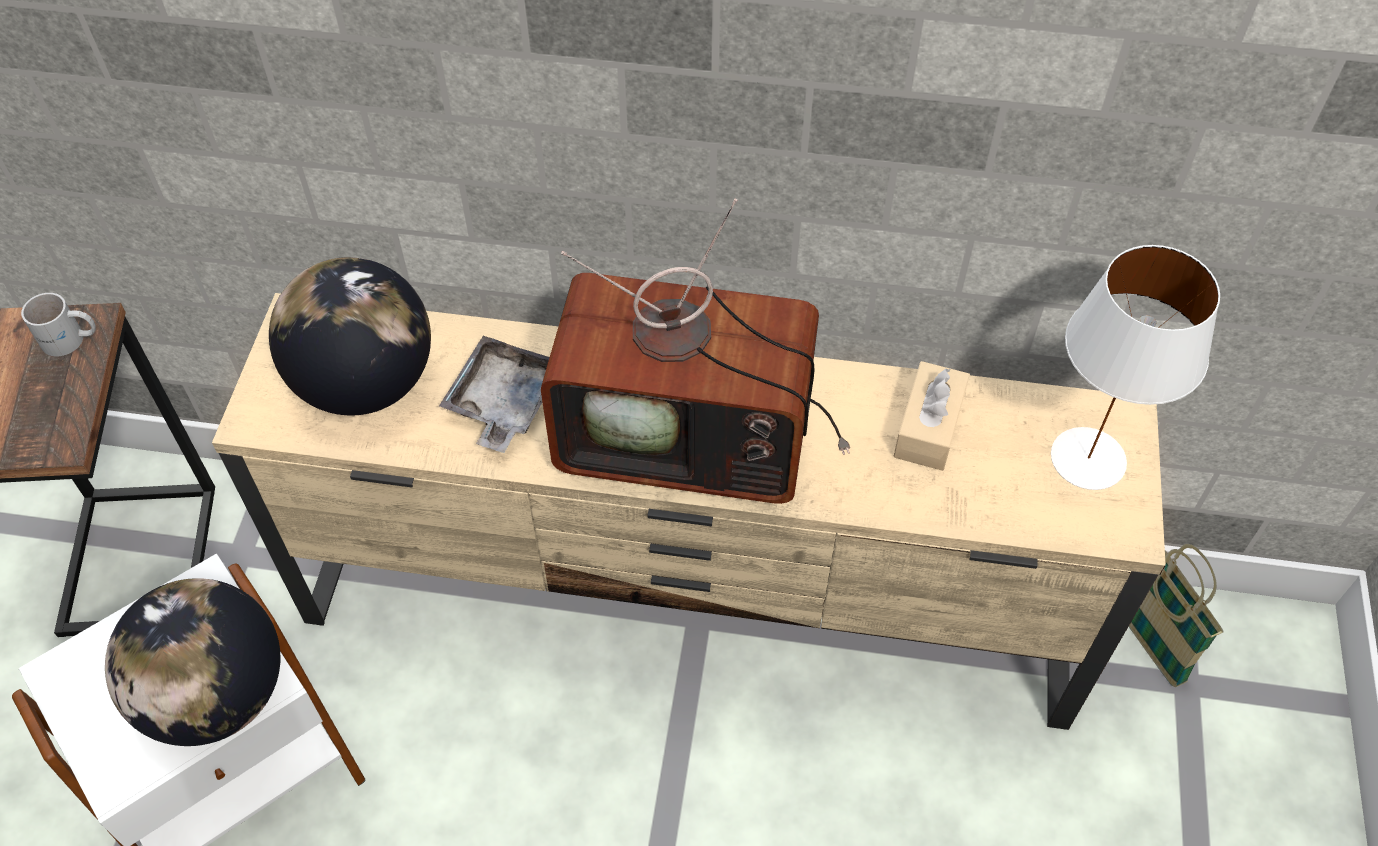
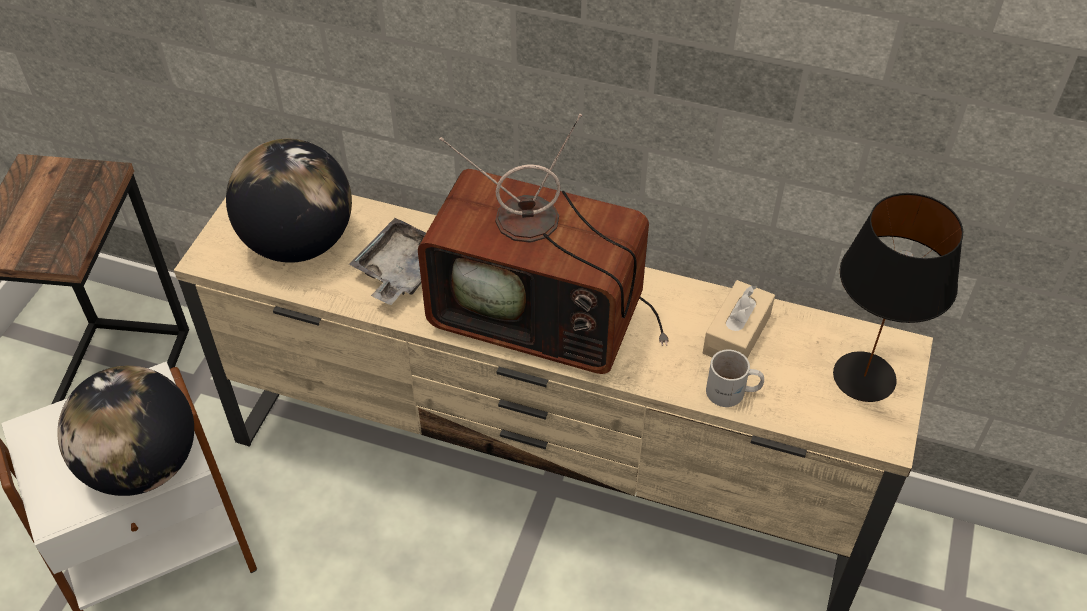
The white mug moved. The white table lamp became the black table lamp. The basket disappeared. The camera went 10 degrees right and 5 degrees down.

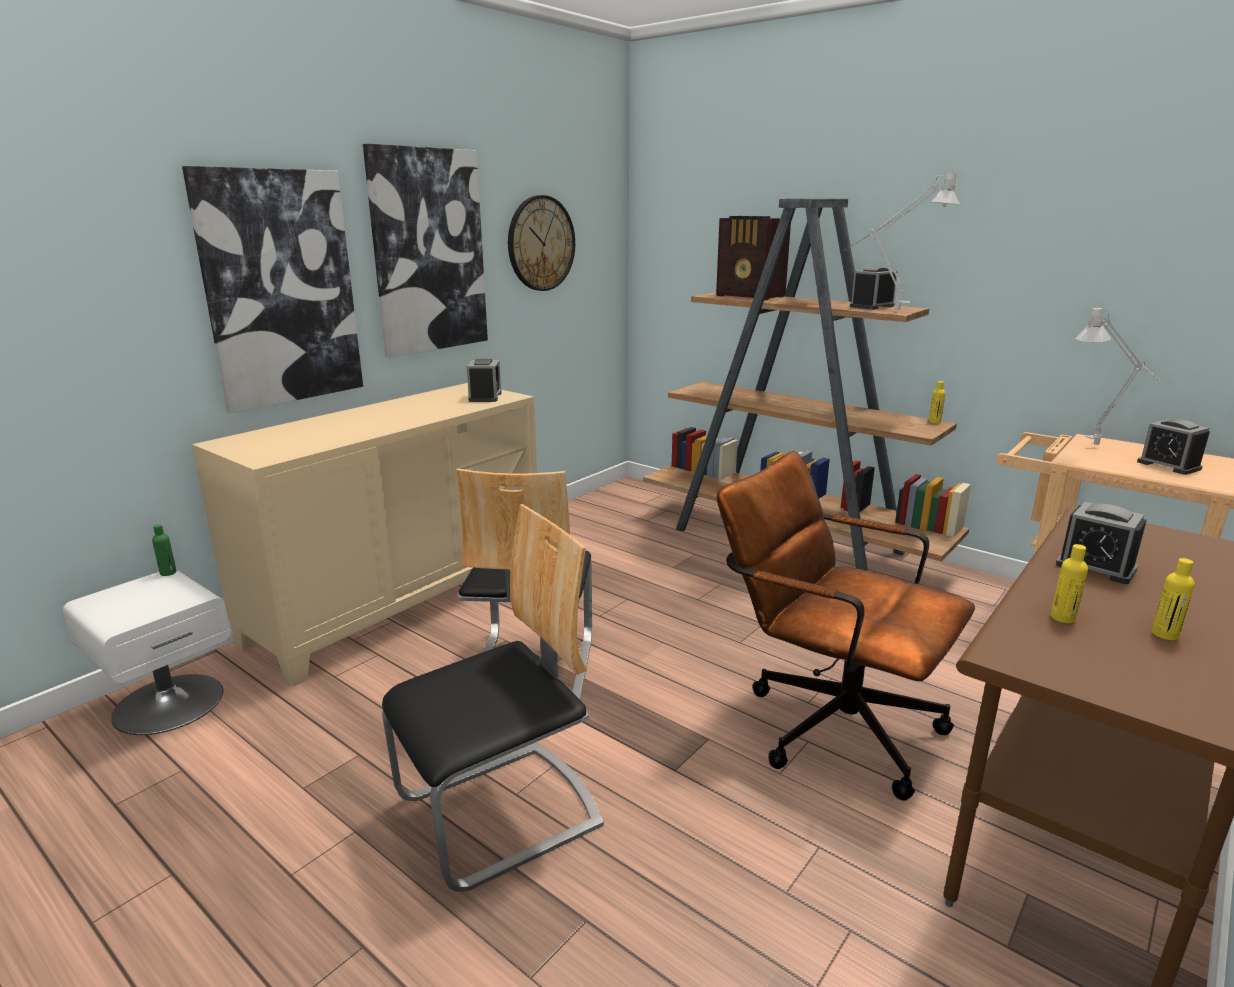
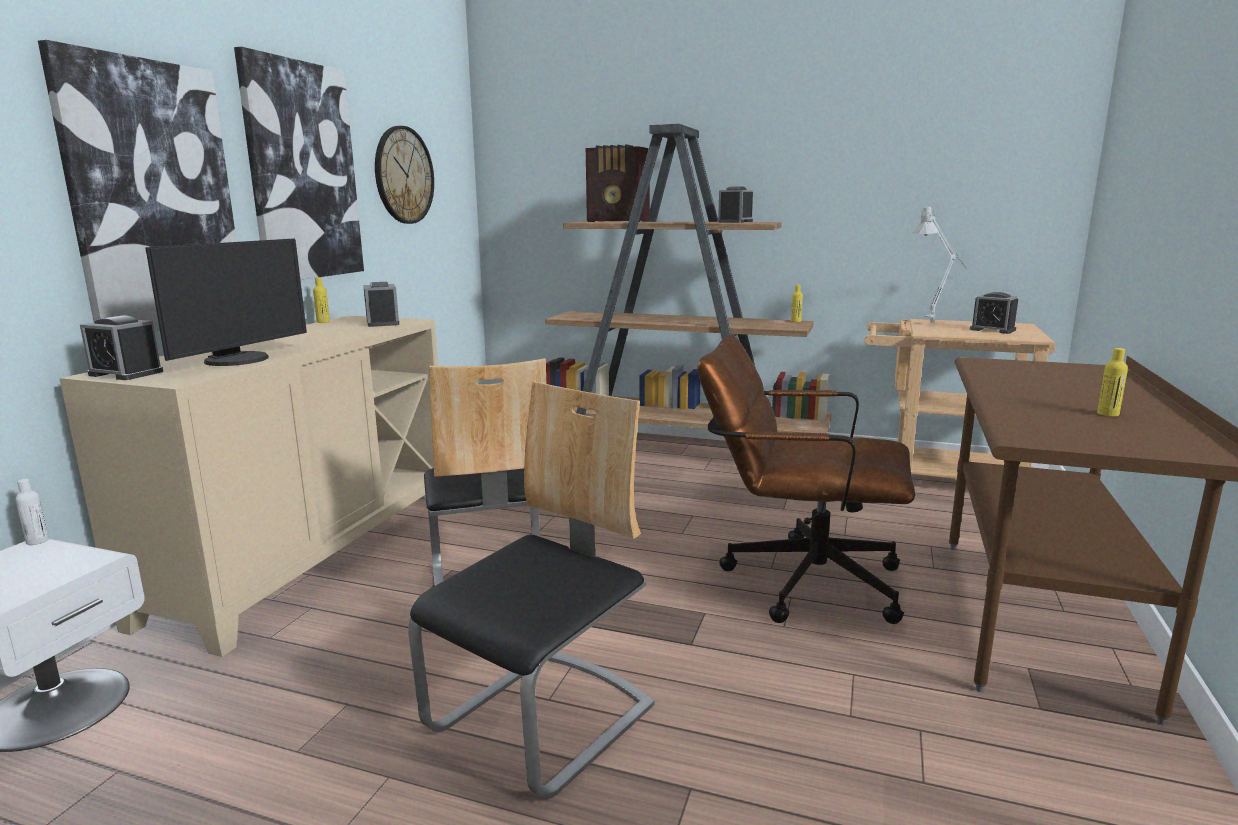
The green bottle became the white bottle. The alarm clock (3rd from left in the first image) moved. The monitor appeared. The yellow bottle (2nd from left in the first image) moved. The grey table lamp (1st from left) disappeared. The camera went 20 degrees left and 5 degrees down.

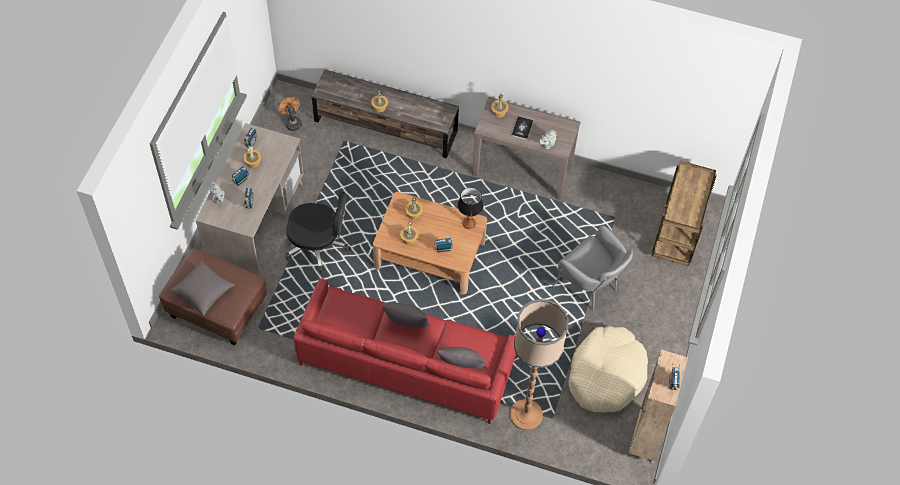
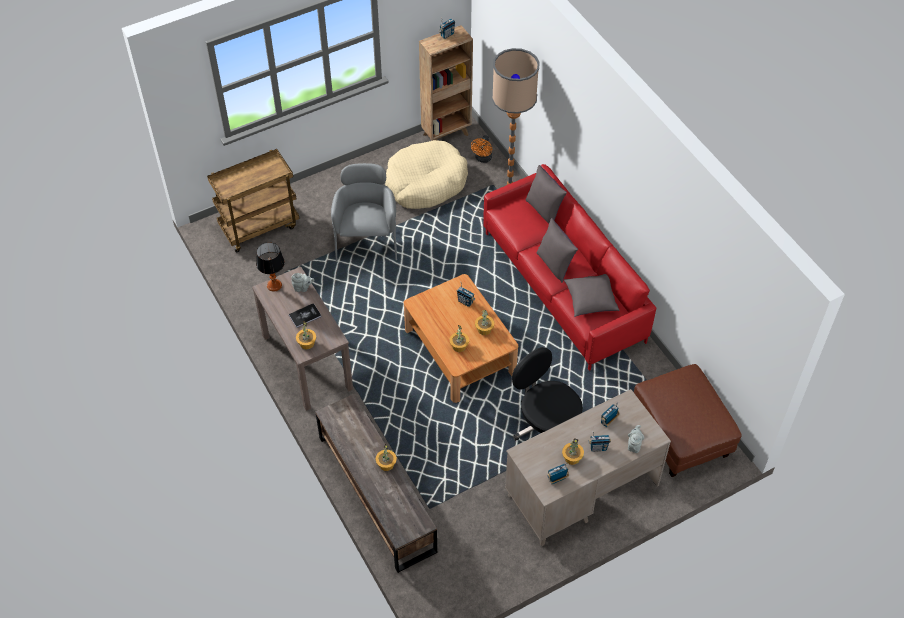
The table lamp moved. The orange fan moved. The grey pillow (1st from left in the first image) moved. The camera went 135 degrees left and 5 degrees down.

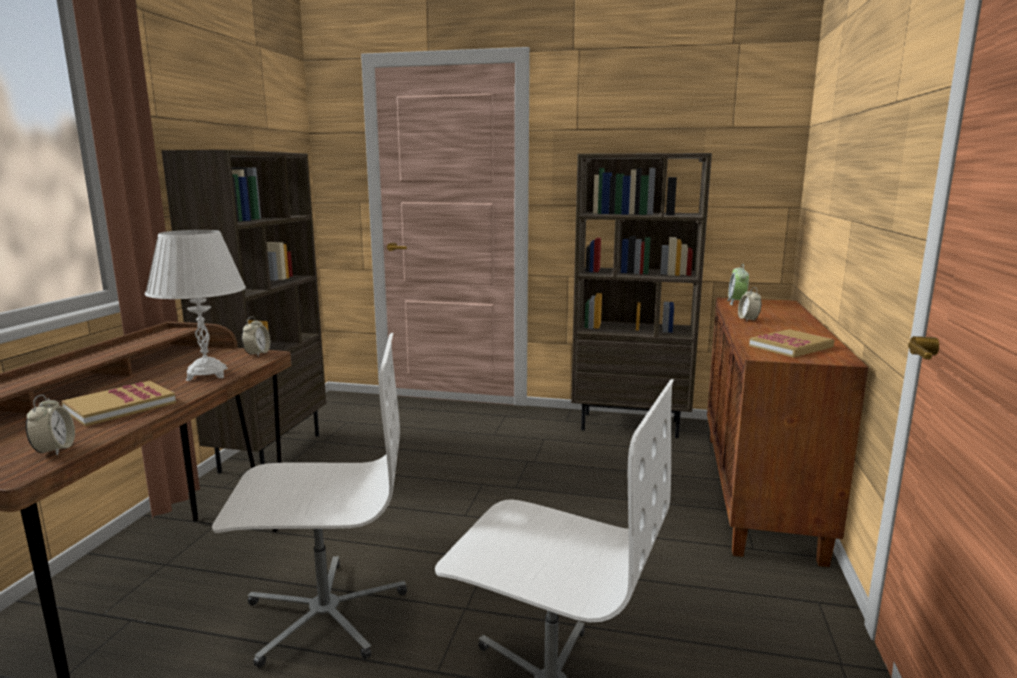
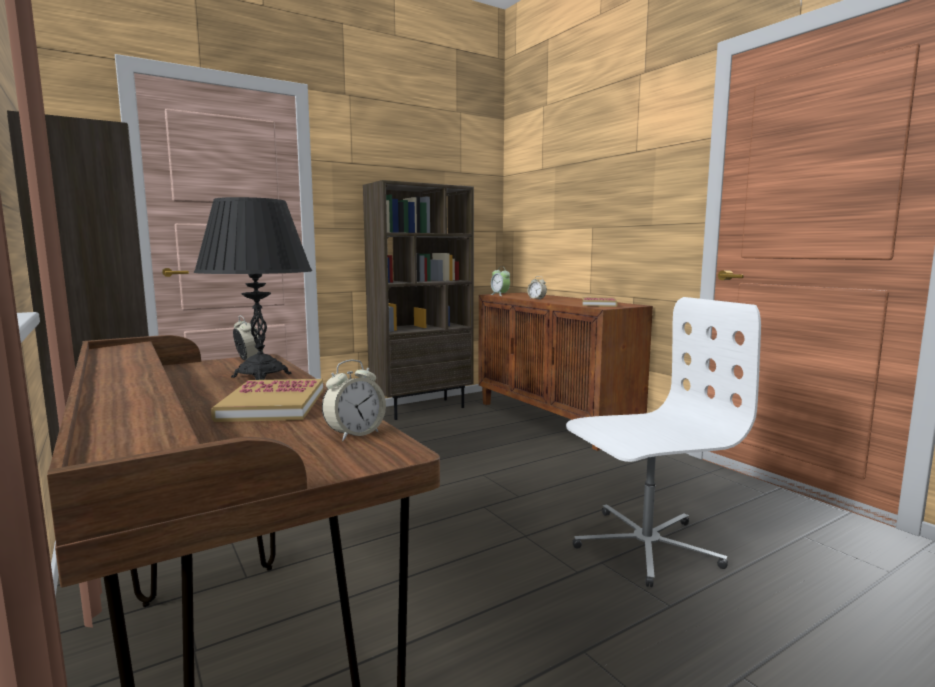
The white table lamp became the black table lamp. The alarm clock (1st from left in the first image) turned 105 degrees clockwise. The white office chair (1st from left) disappeared. The camera went 45 degrees left and 5 degrees down.

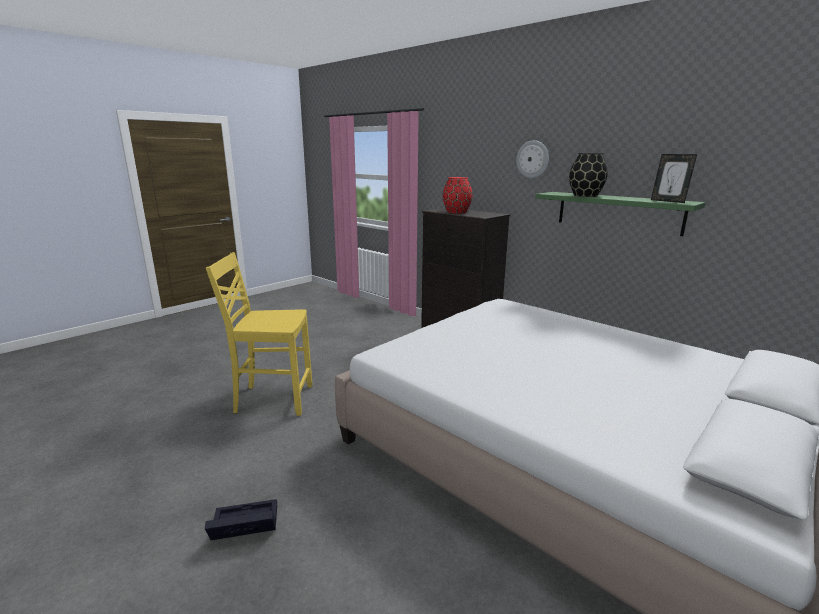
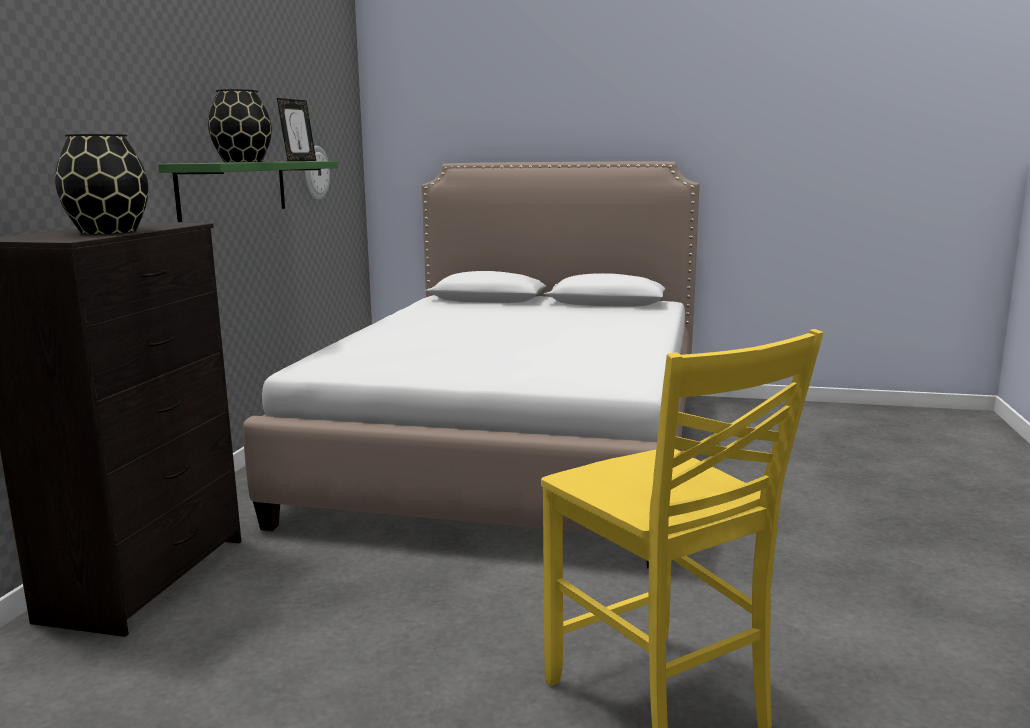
The red vase became the black vase (1st from left). The wall clock moved. The black storage box disappeared. The camera went 120 degrees left and 5 degrees down.

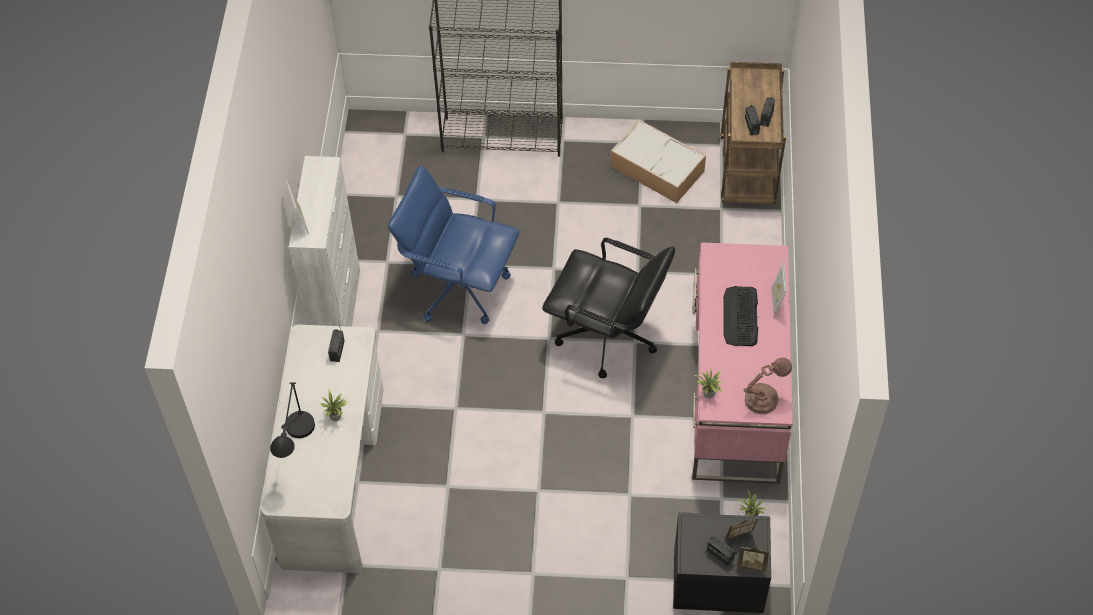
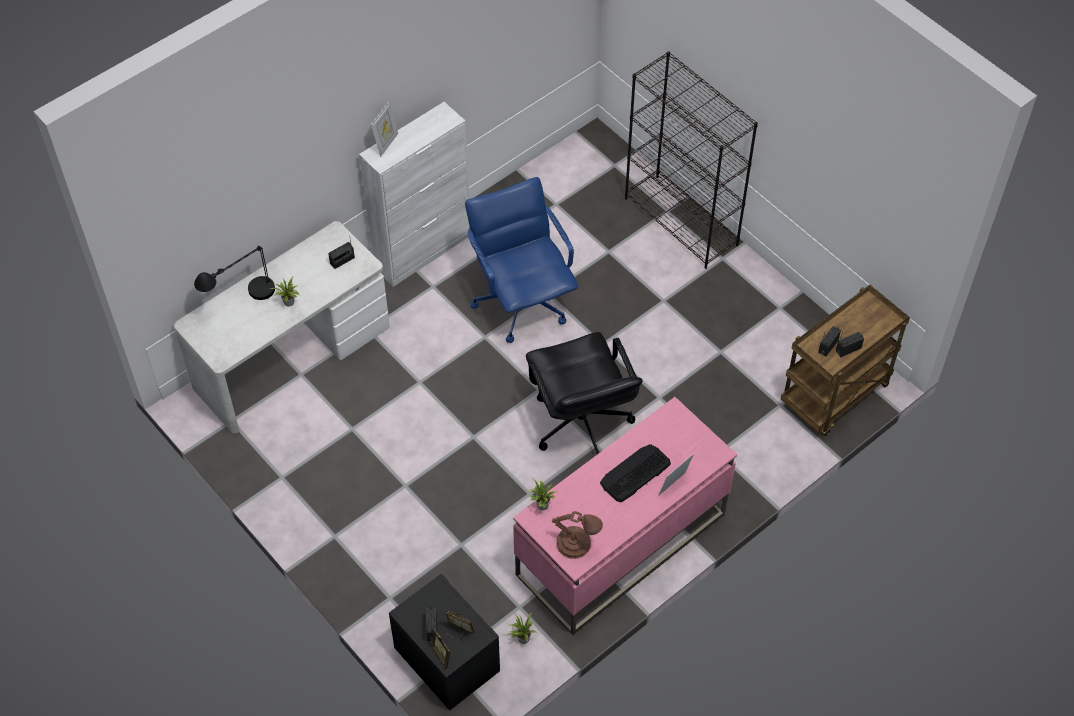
The storage box disappeared. The camera went 45 degrees right and 0 degrees up.

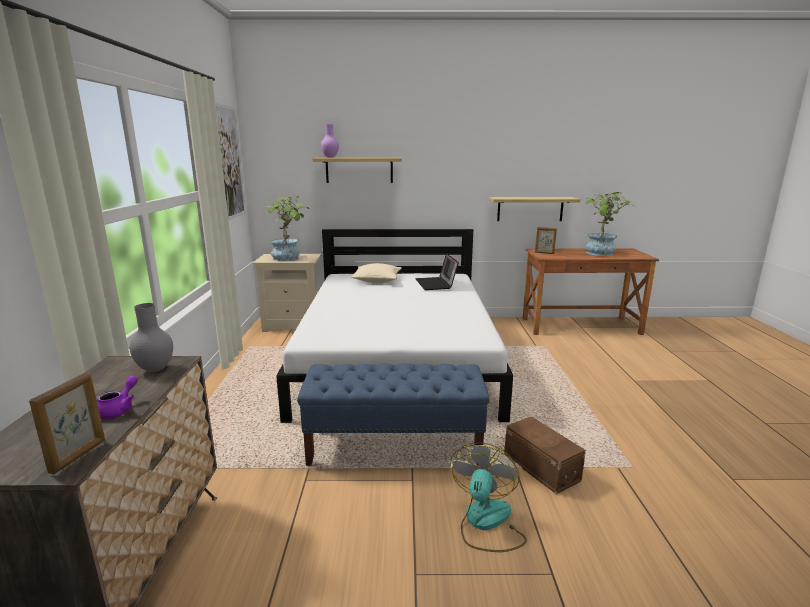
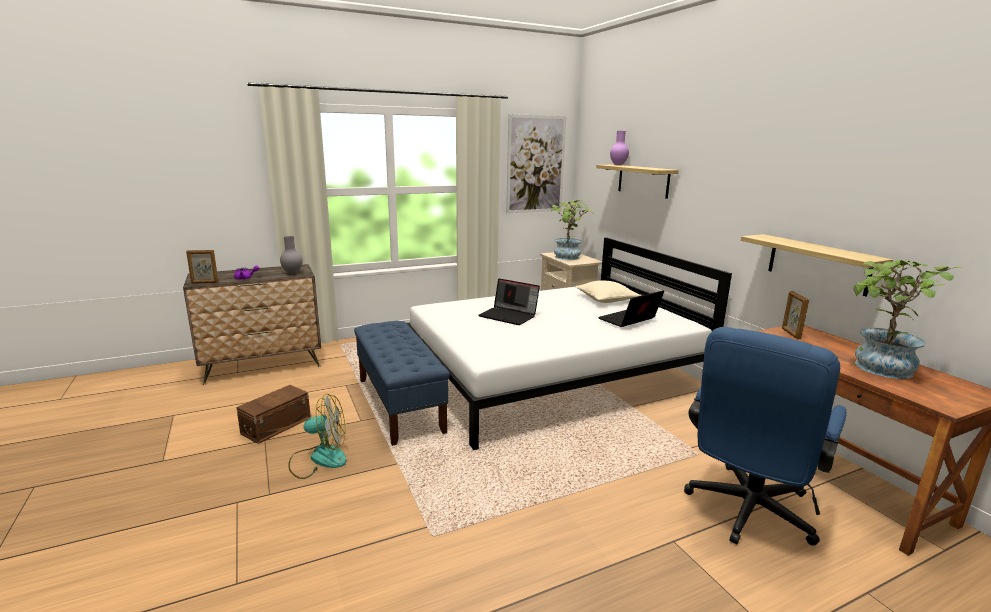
The brown storage box moved. The laptop (1st from left) appeared. The blue office chair appeared. The camera went 65 degrees right and 0 degrees up.

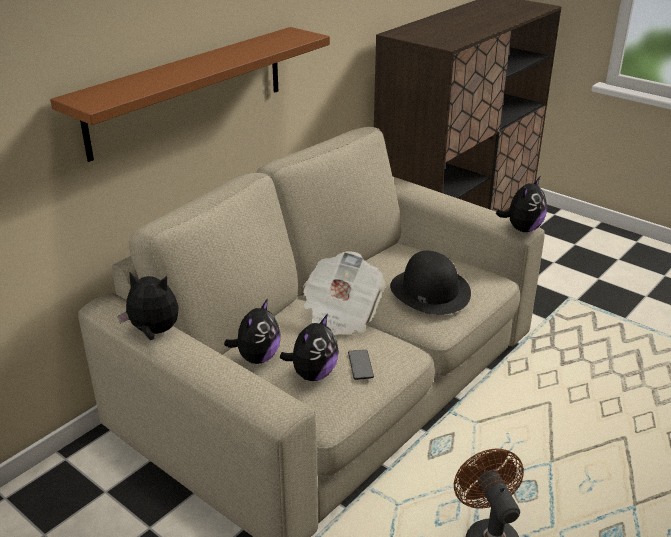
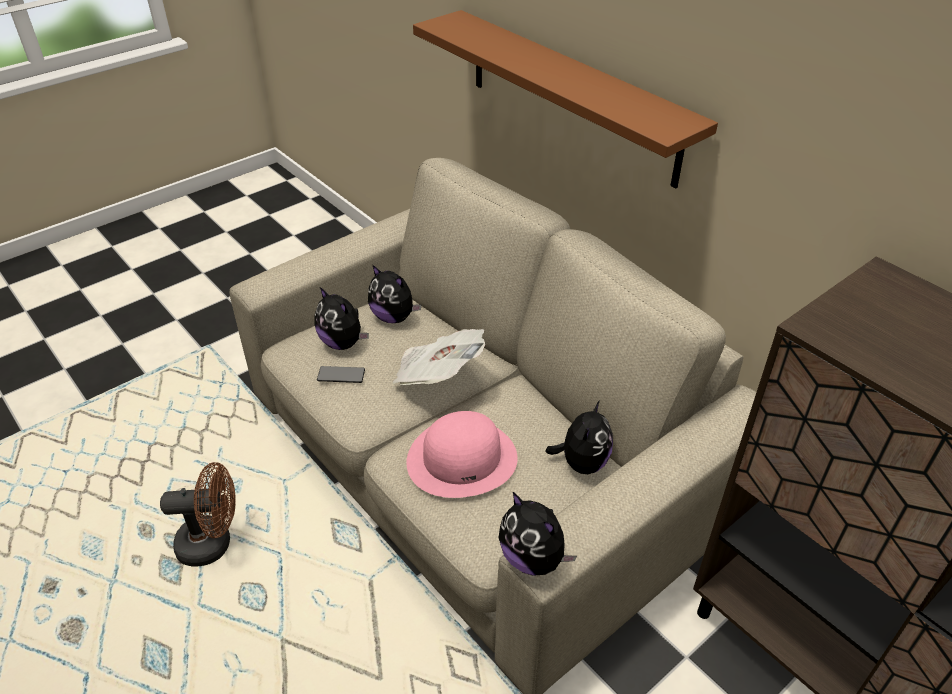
The black hat became the pink hat. The plush toy (1st from left in the first image) moved. The camera went 100 degrees right and 10 degrees up.

